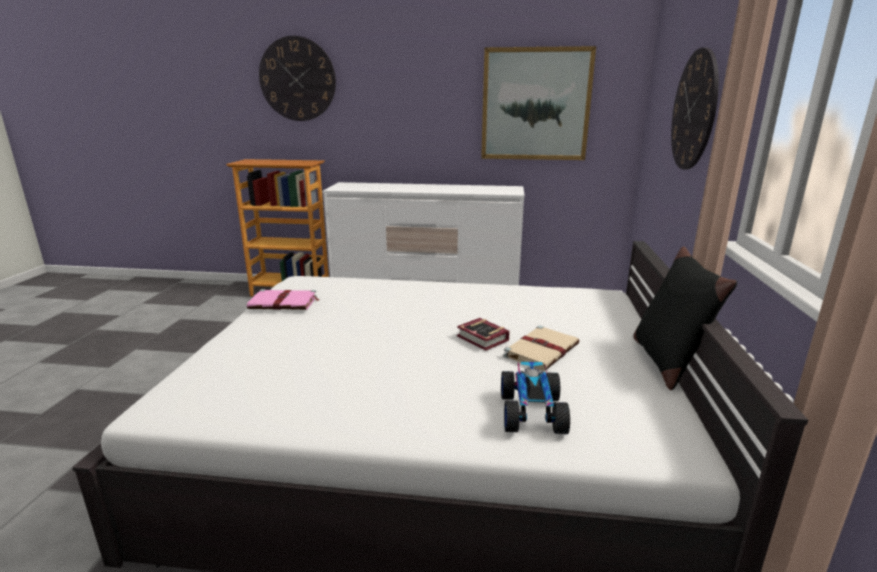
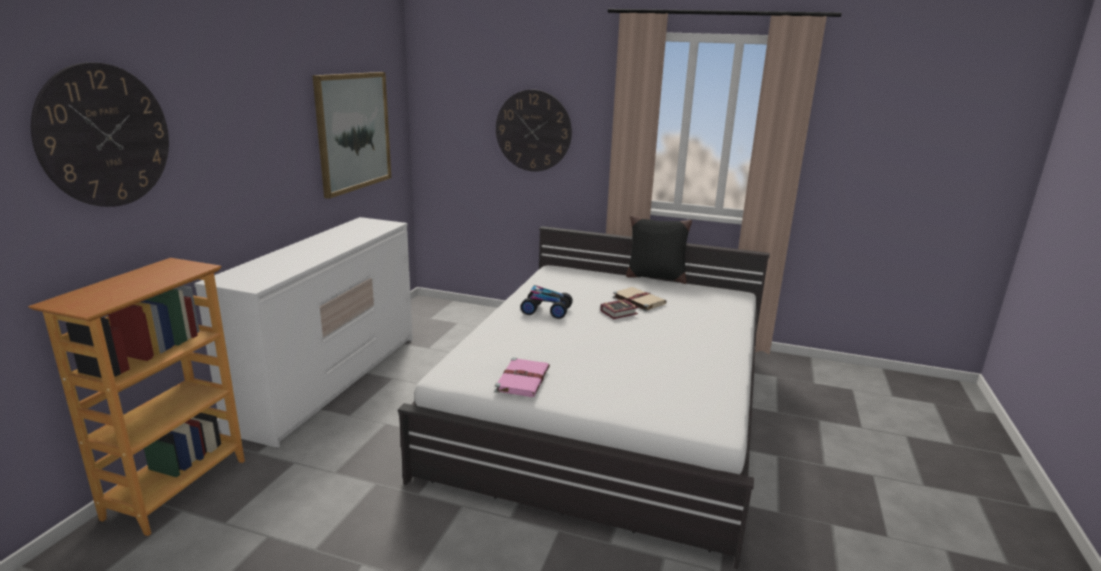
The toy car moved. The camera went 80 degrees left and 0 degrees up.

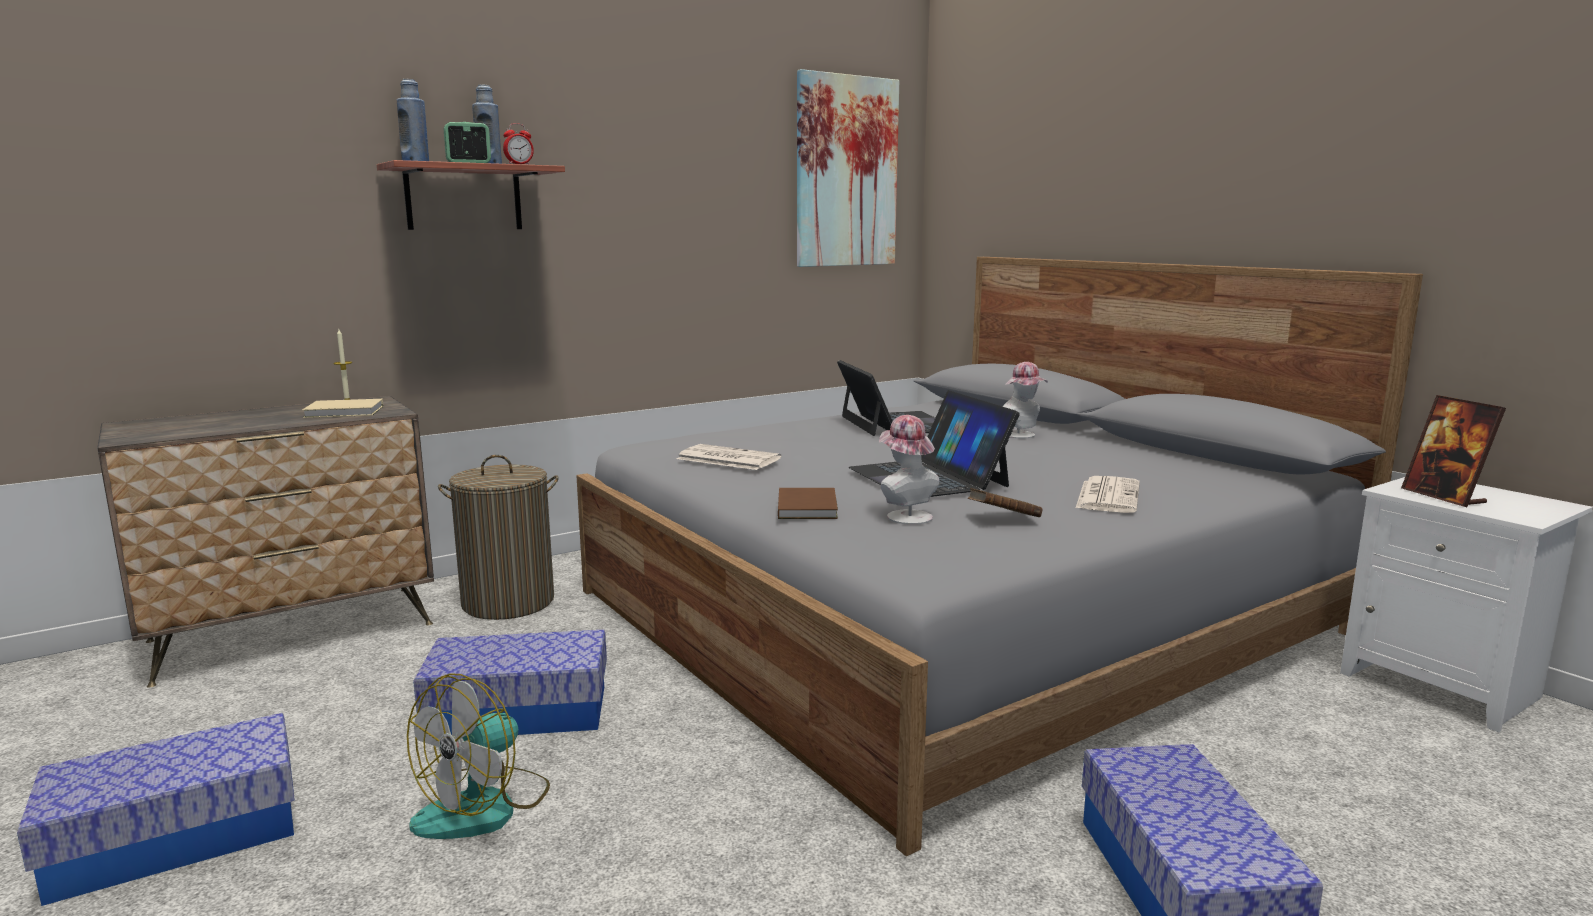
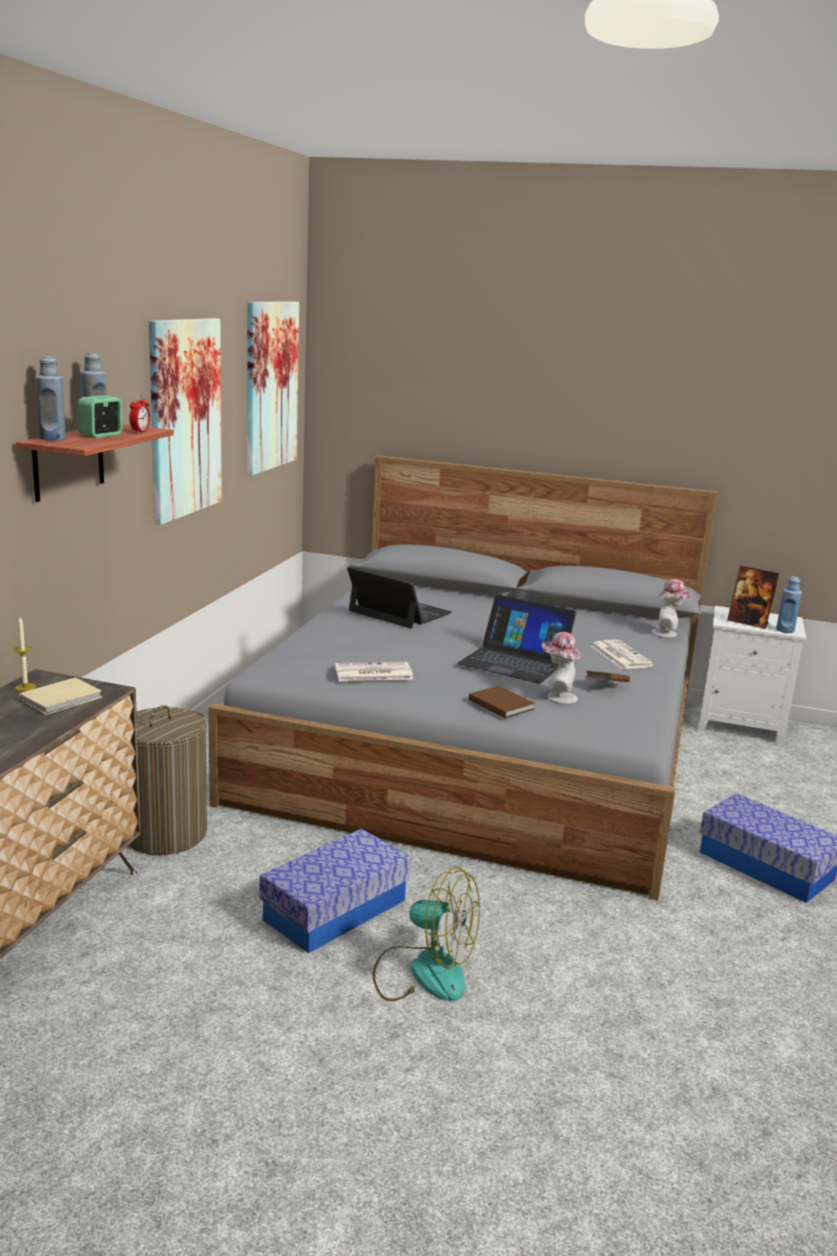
The picture (1st from left) appeared. The fan turned 60 degrees counterclockwise. The hat (2nd from left) moved. The blue bottle (3rd from left) appeared. The storage box (1st from left) disappeared. The camera went 40 degrees left and 5 degrees up.

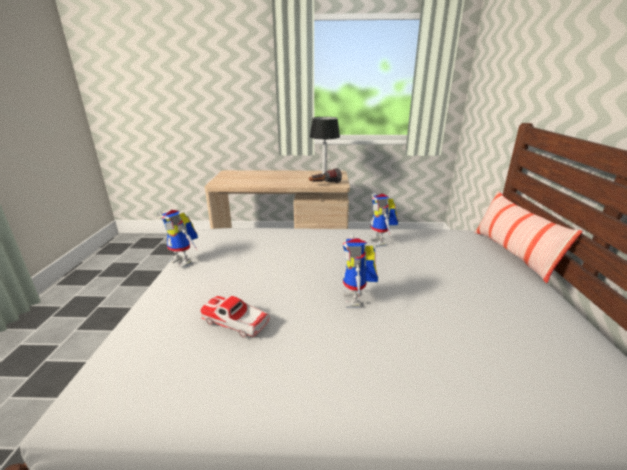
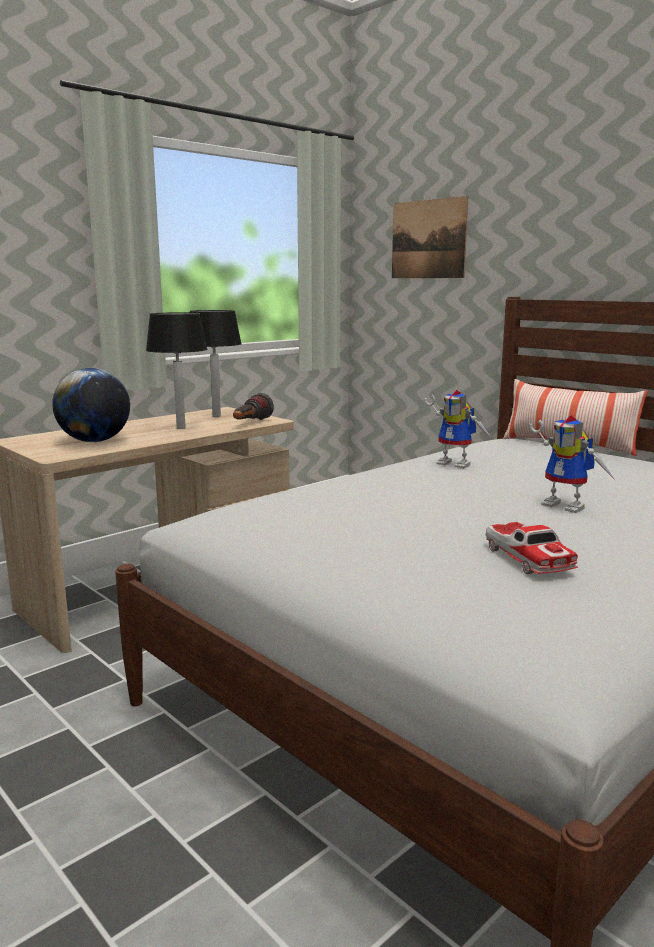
The globe appeared. The table lamp (1st from left) appeared. The picture appeared. The toy car turned 90 degrees counterclockwise. The toy robot (1st from left) disappeared. The camera went 45 degrees left and 10 degrees down.

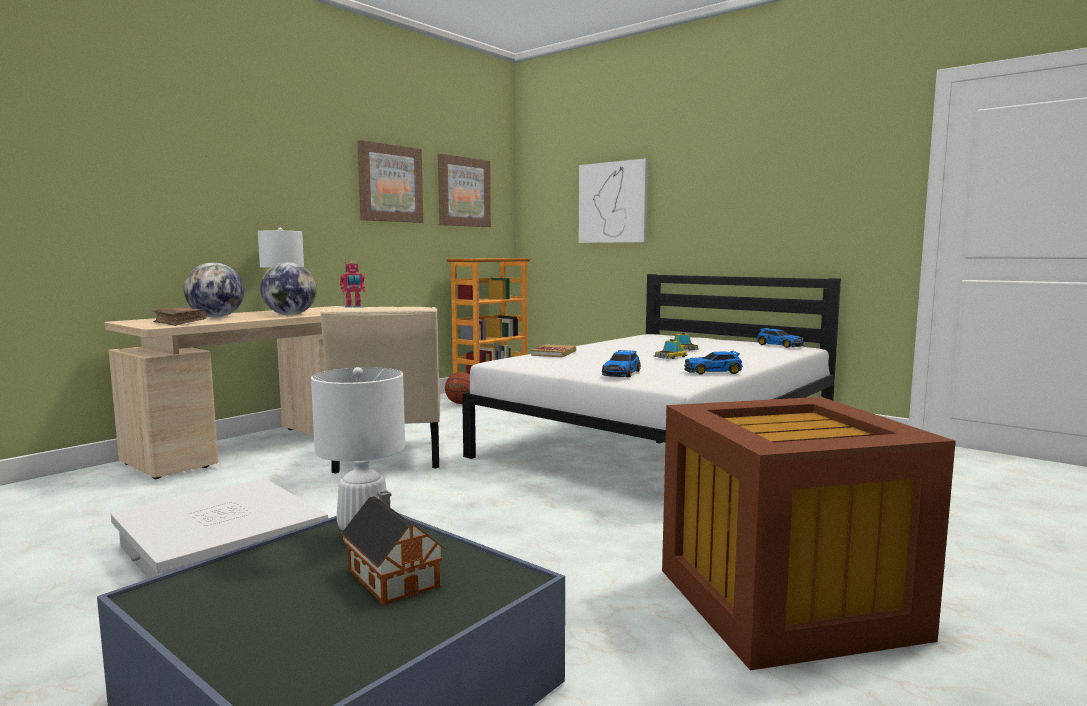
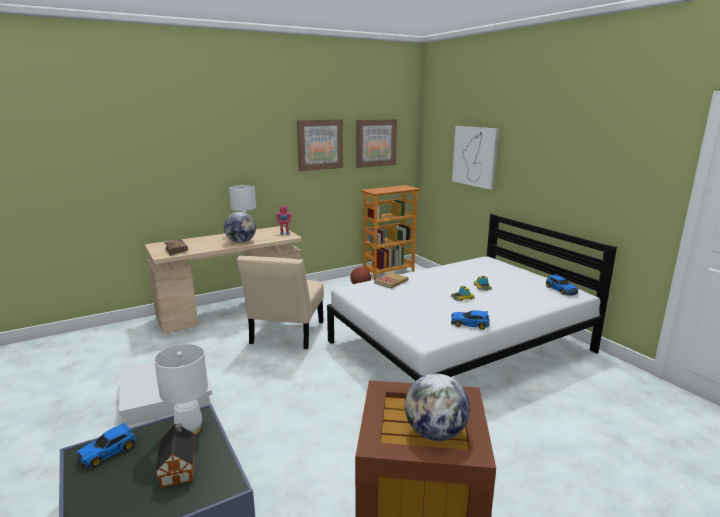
The toy car (1st from left) moved. The globe (1st from left in the first image) moved. The camera went 20 degrees right and 10 degrees up.

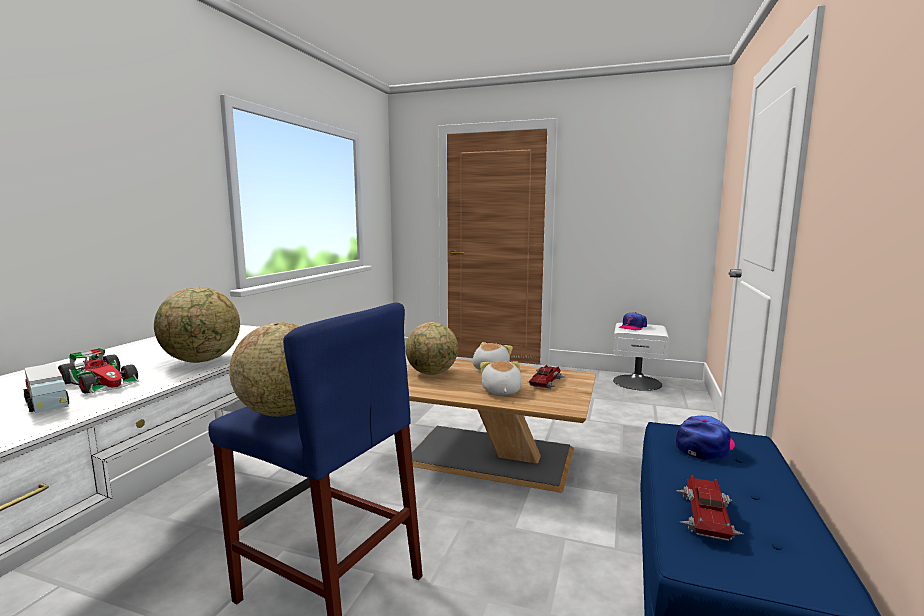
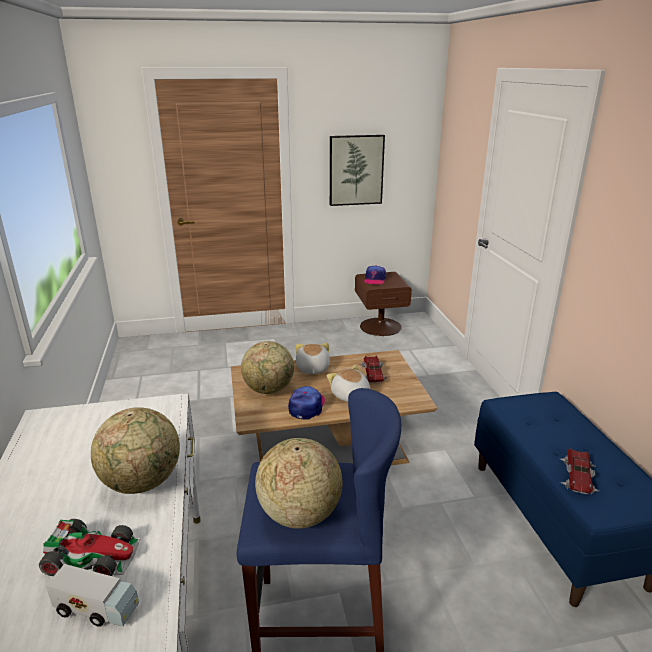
The cap (2nd from left in the first image) moved. The picture appeared. The white nightstand became the brown nightstand. The toy car (3rd from left) turned 150 degrees counterclockwise. The camera went 30 degrees left and 15 degrees up.

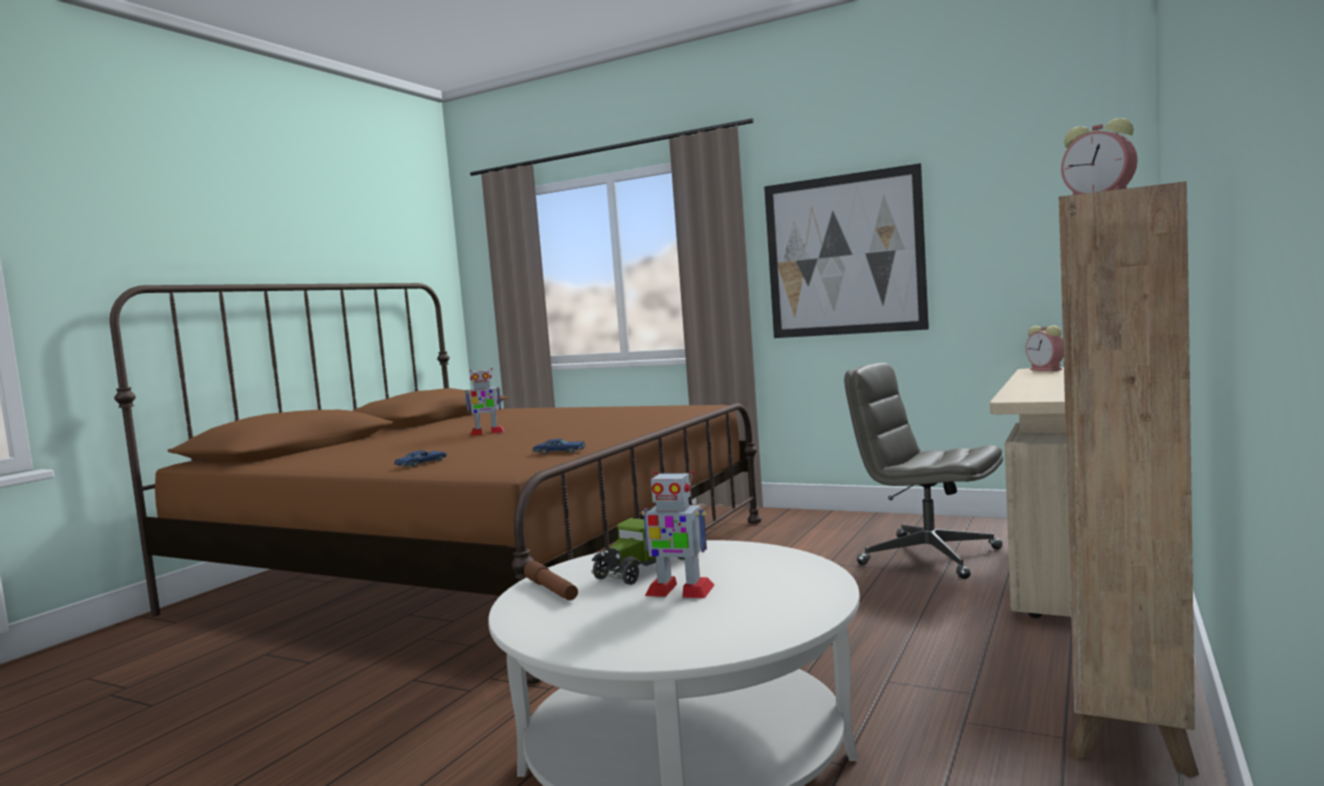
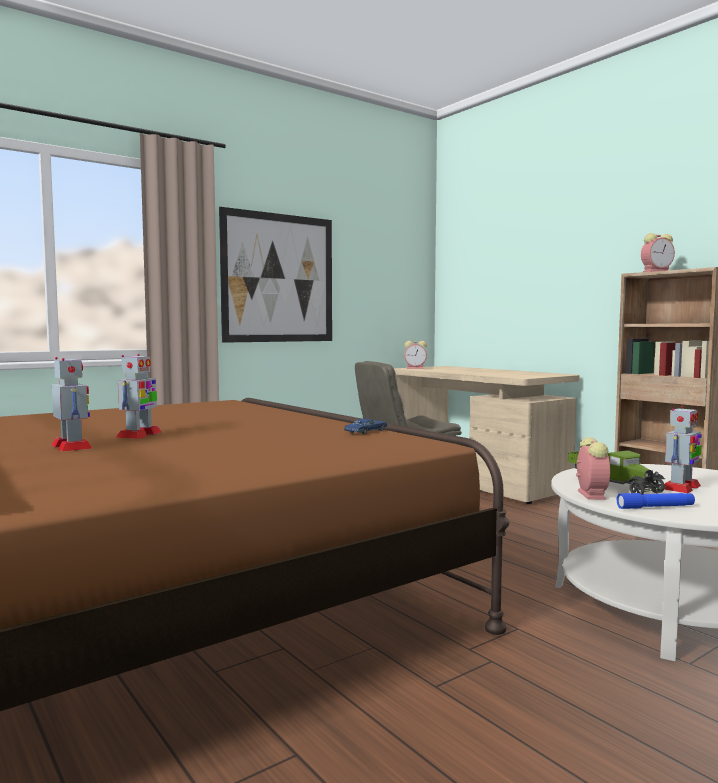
The toy robot (1st from left) appeared. The alarm clock (2nd from left) appeared. The brown flashlight became the blue flashlight. The blue toy car (1st from left) disappeared. The camera went 65 degrees left and 0 degrees up.

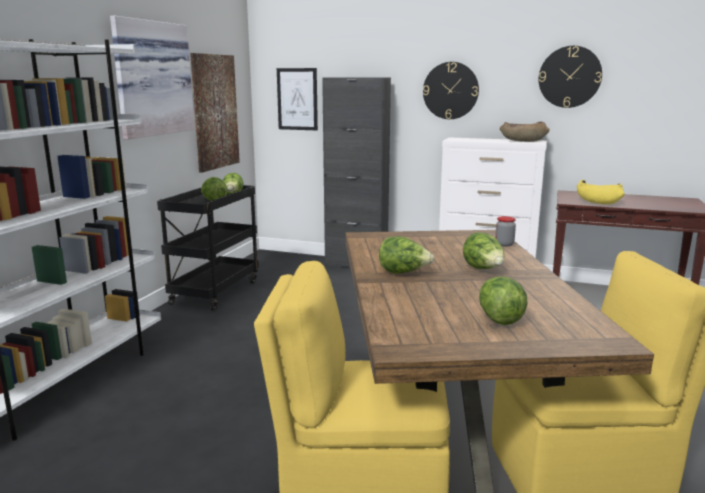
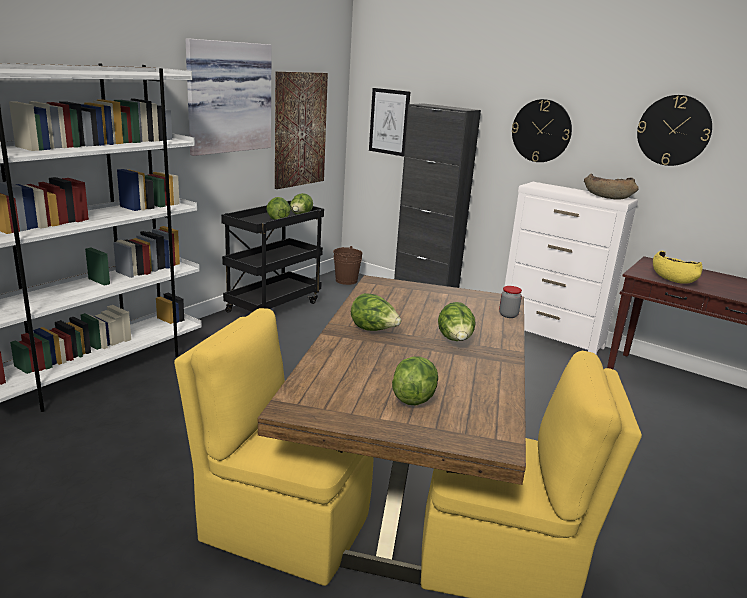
The brown bucket appeared. The camera went 15 degrees right and 5 degrees up.

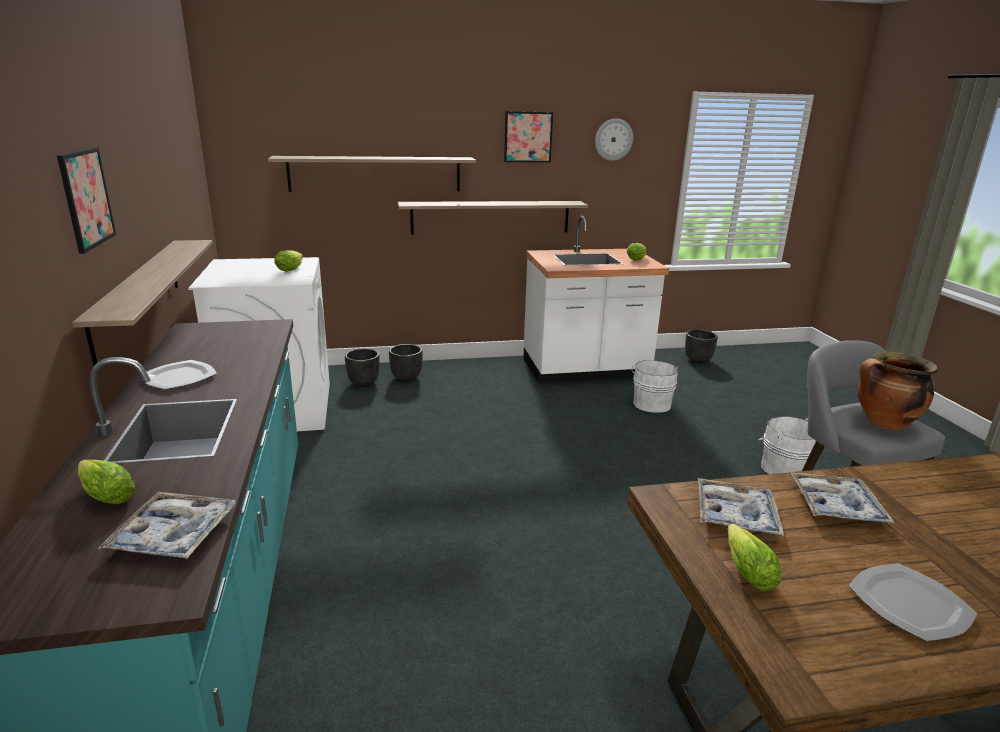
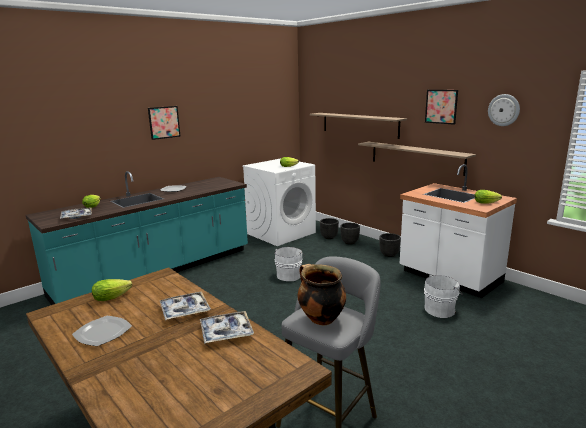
The tray (2nd from left in the first image) moved. The white bucket (2nd from left in the first image) moved. The black planter (3rd from left) moved. The shelf (1st from left) disappeared. The camera went 60 degrees right and 5 degrees down.

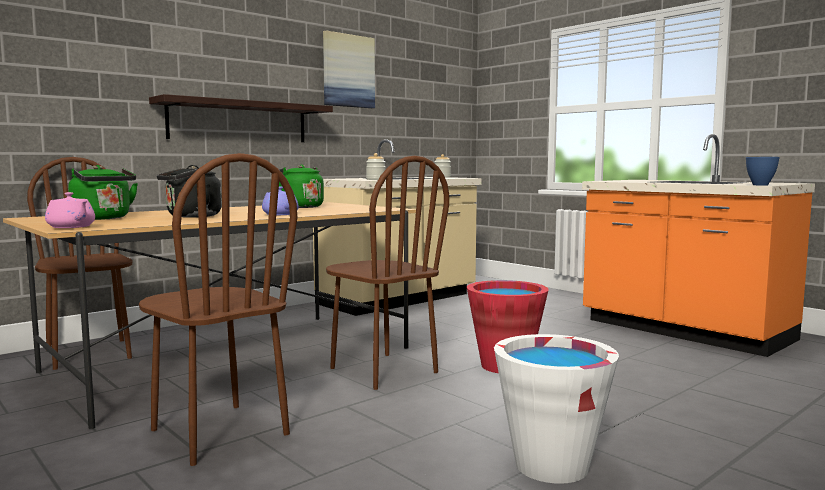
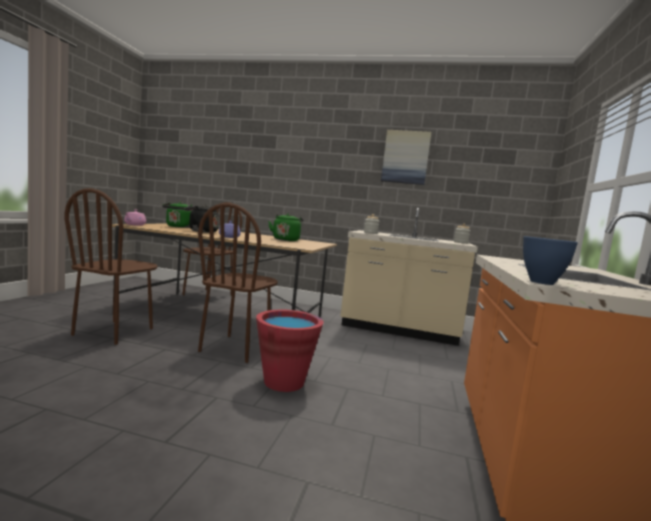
The shelf disappeared. The white bucket disappeared. The camera went 55 degrees right and 0 degrees up.

